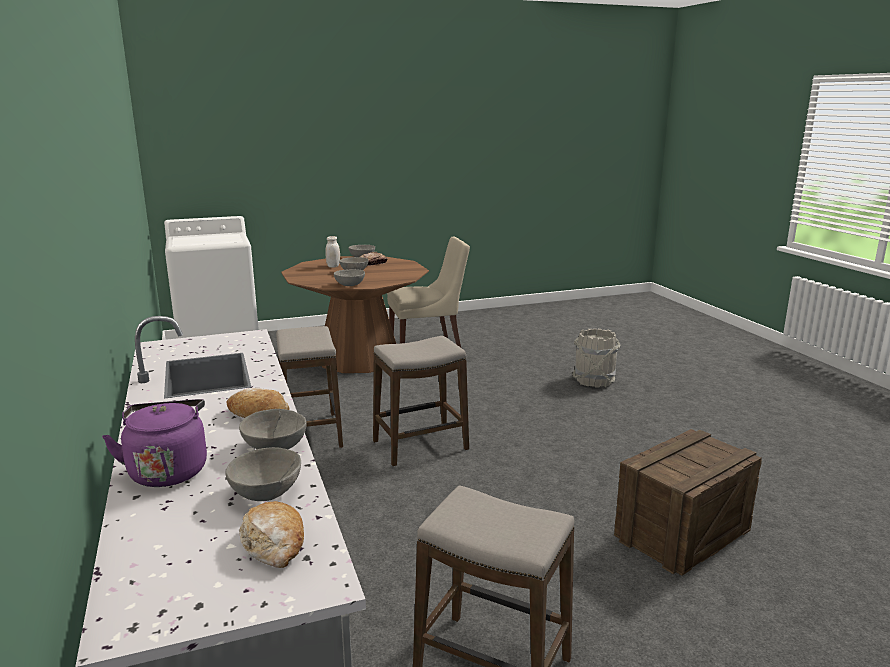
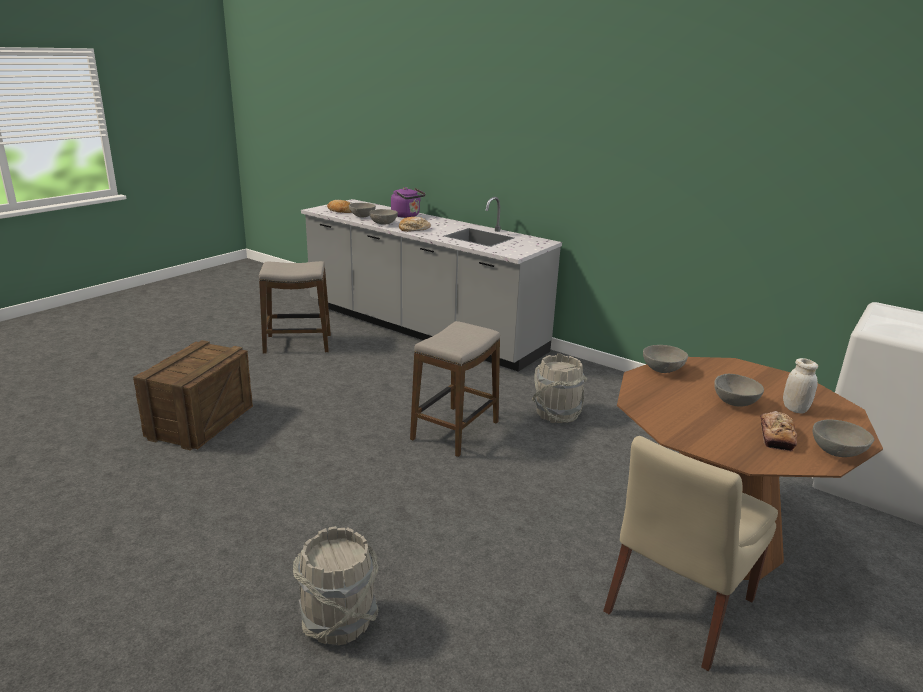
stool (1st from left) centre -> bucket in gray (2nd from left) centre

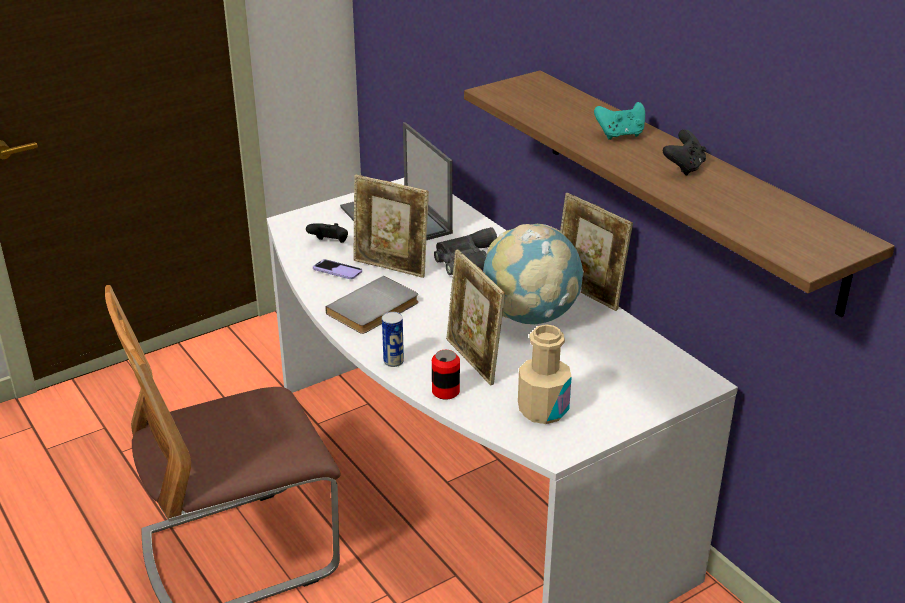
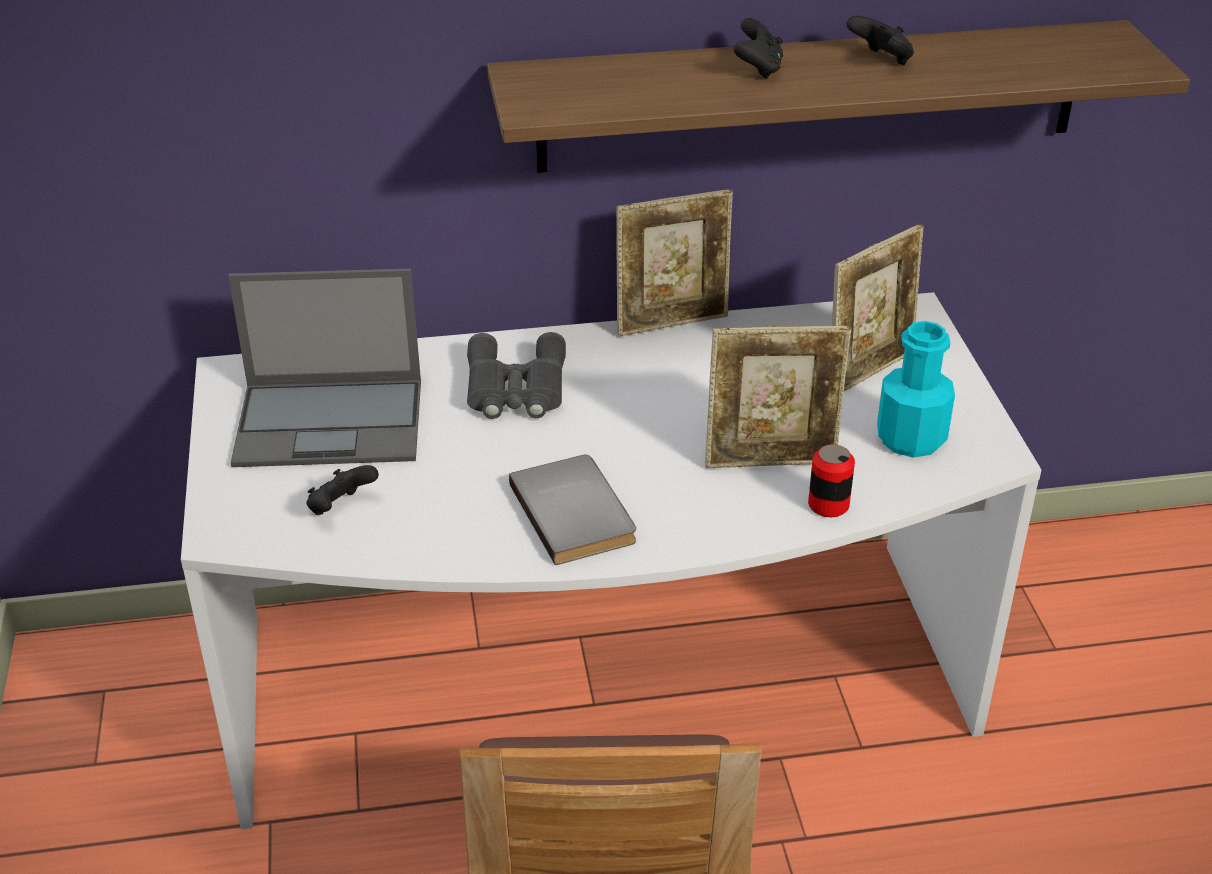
handset centre -> none
standing frame (1st from left in the first image) centre -> standing frame (3rd from left) middle right, move
metal can (1st from left) centre -> none
desk globe centre -> none
beverage bottle in beige-coloured centre -> beverage bottle in blue-green middle right
gamepad in blue-green top right -> gamepad in black-coloured (2nd from left) top centre

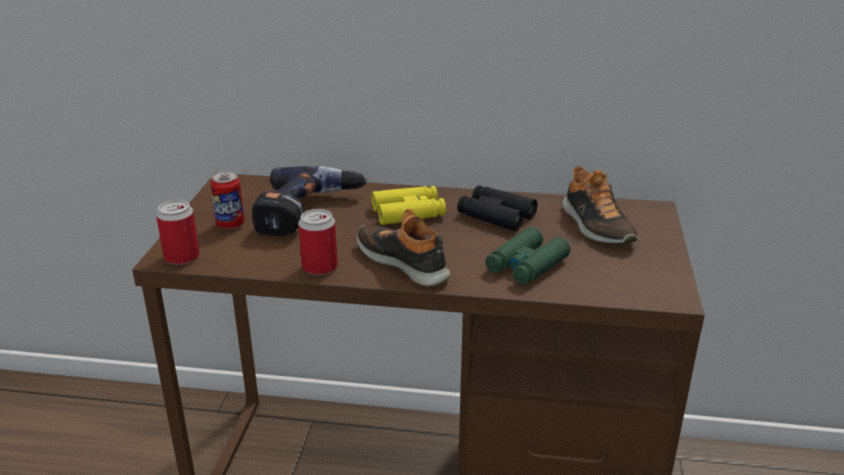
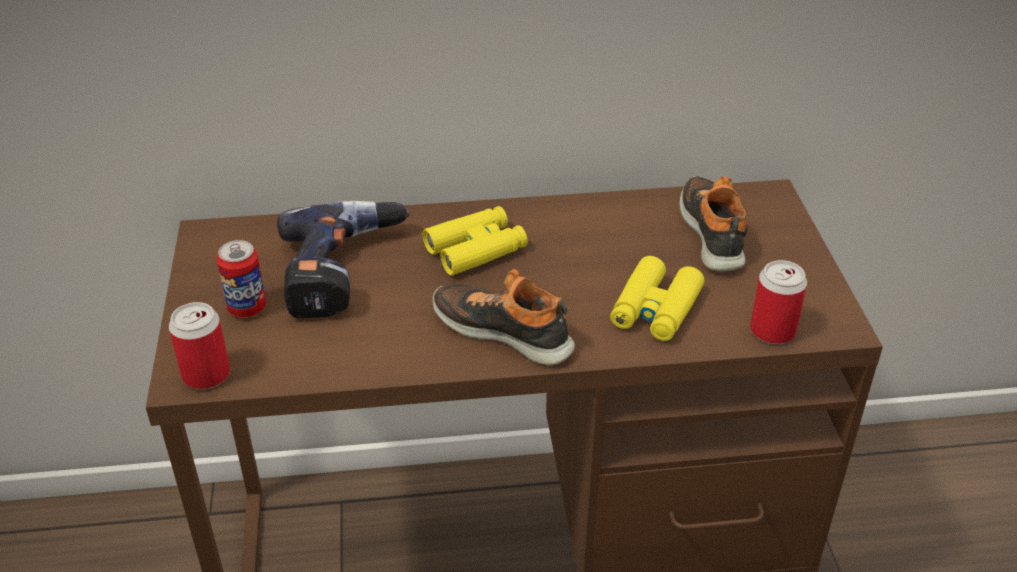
metal can (3rd from left) centre -> metal can (3rd from left) middle right, move
field glasses in black-coloured centre -> none
field glasses in green centre -> field glasses in yellow-coloured (2nd from left) centre
low shoe (2nd from left) middle right, 150 degrees counterclockwise

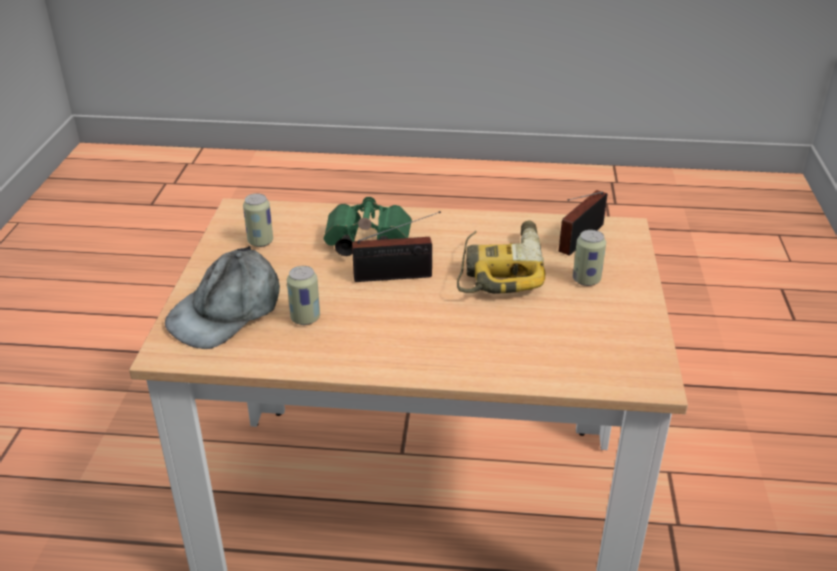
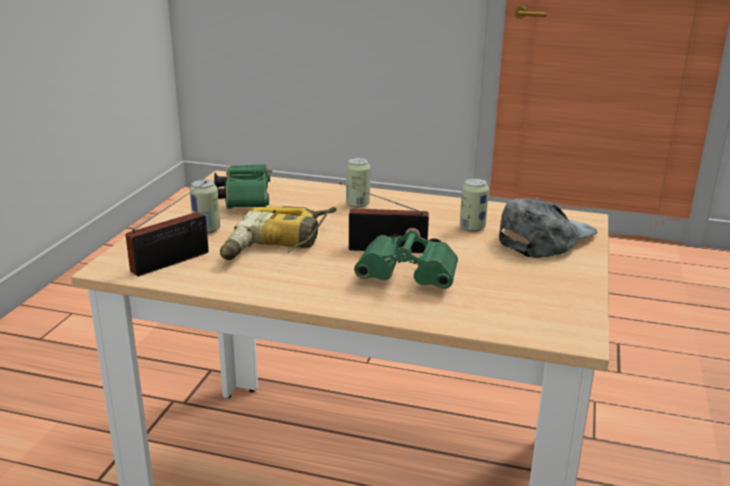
metal can (1st from left in the first image) middle left -> metal can (2nd from left) centre, move
none -> field glasses in green (1st from left) middle left

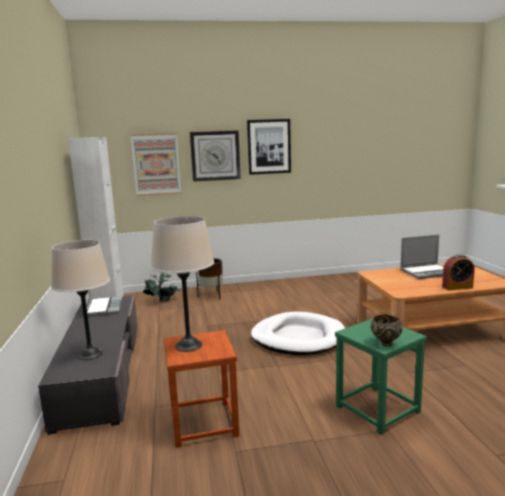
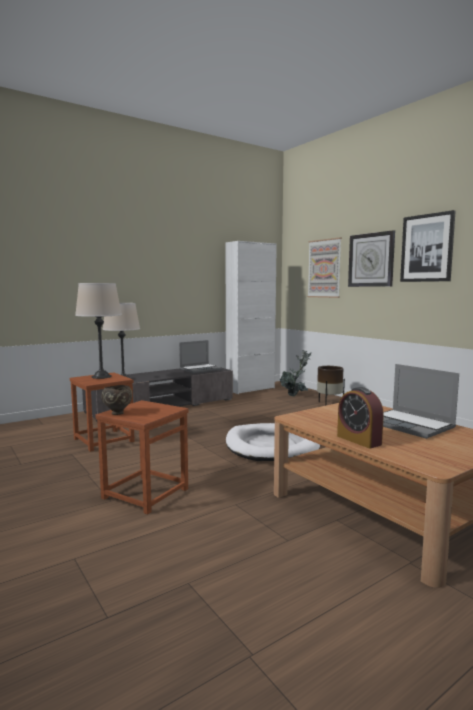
stool in green bottom right -> stool in brown-coloured (2nd from left) middle left

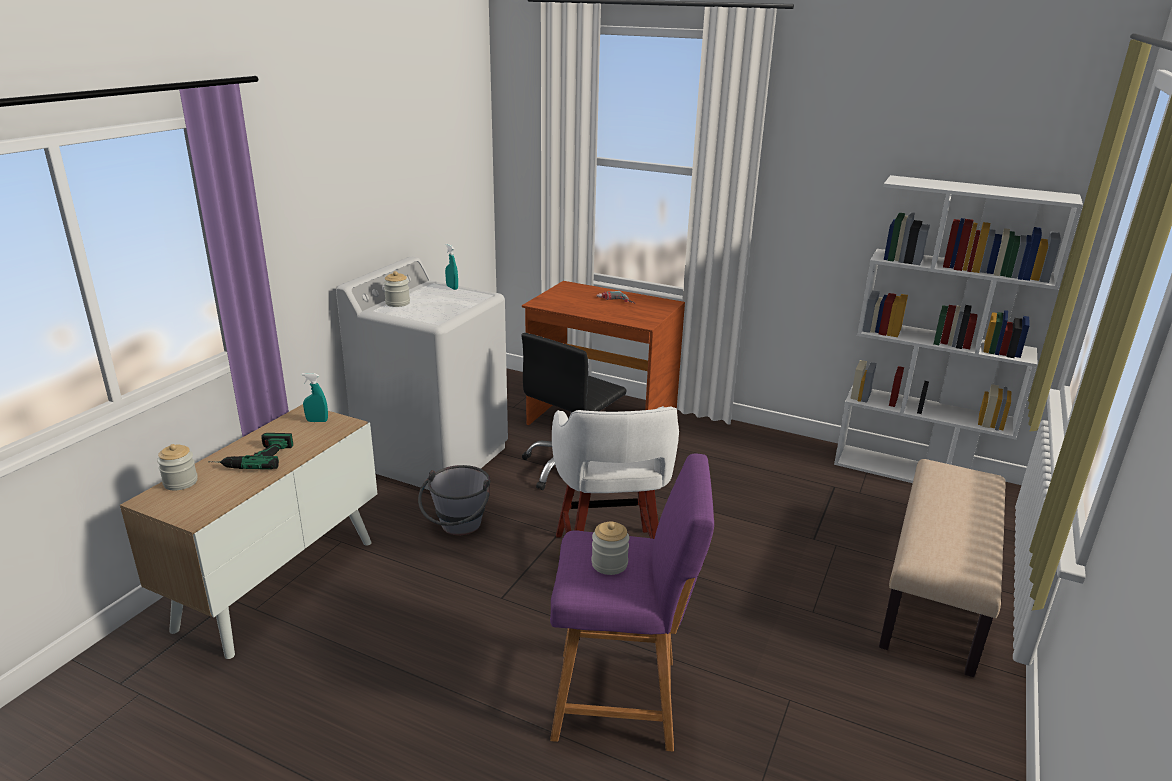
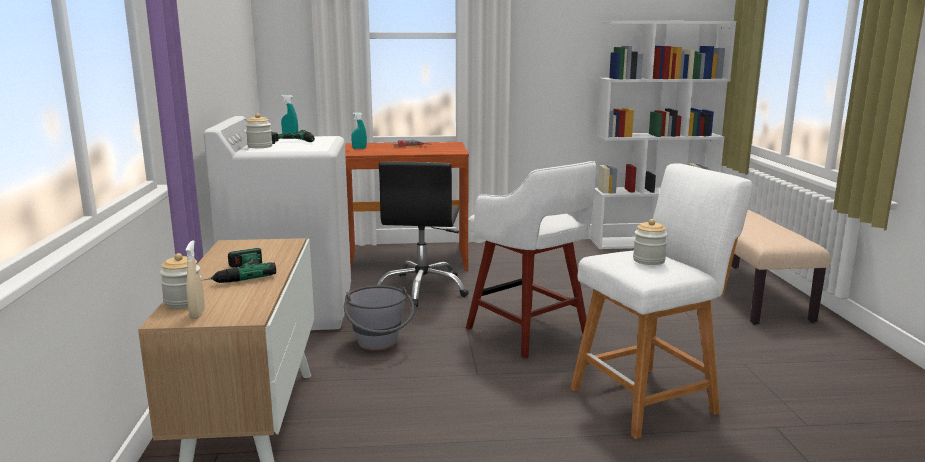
hand sprayer in blue-green (1st from left in the first image) middle left -> hand sprayer in blue-green (2nd from left) top centre, move
stool in purplish bottom centre -> stool in whitish (2nd from left) middle right
none -> hand sprayer in beige-coloured middle left
none -> electric drill (2nd from left) top left

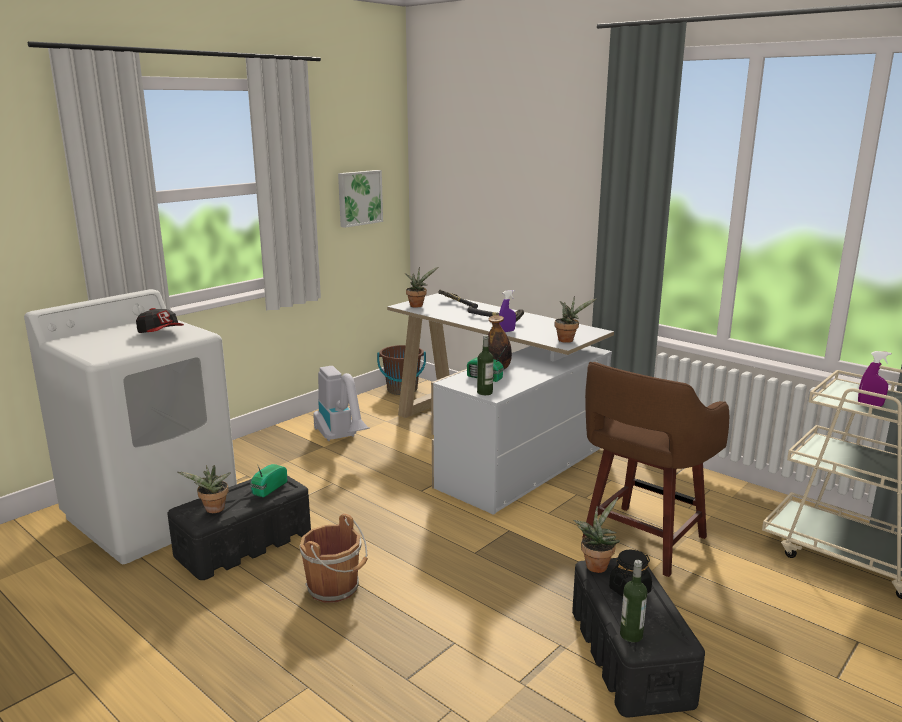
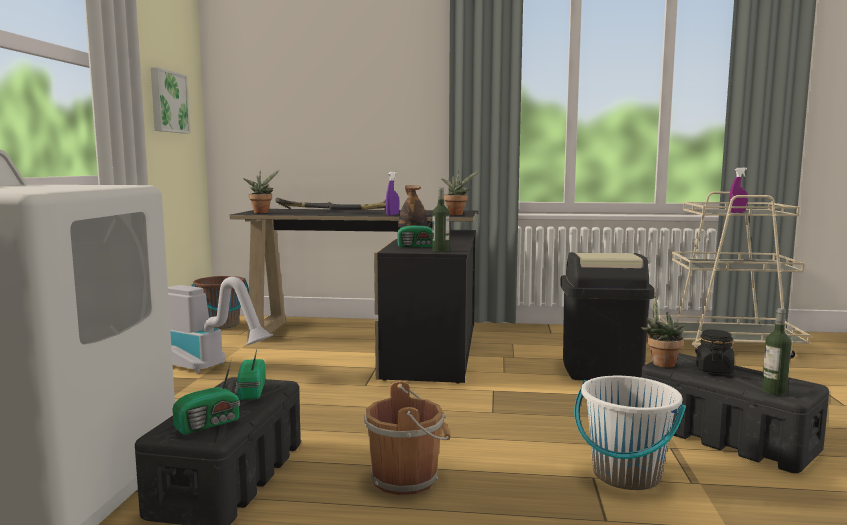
peaked cap middle left -> none
plant in a pot (1st from left) bottom left -> radio receiver (1st from left) bottom left
desk unit in whitish centre -> desk unit in black-coloured centre
stool in brown-coloured middle right -> rubbish bin in black-coloured middle right
none -> bucket in whitish bottom right

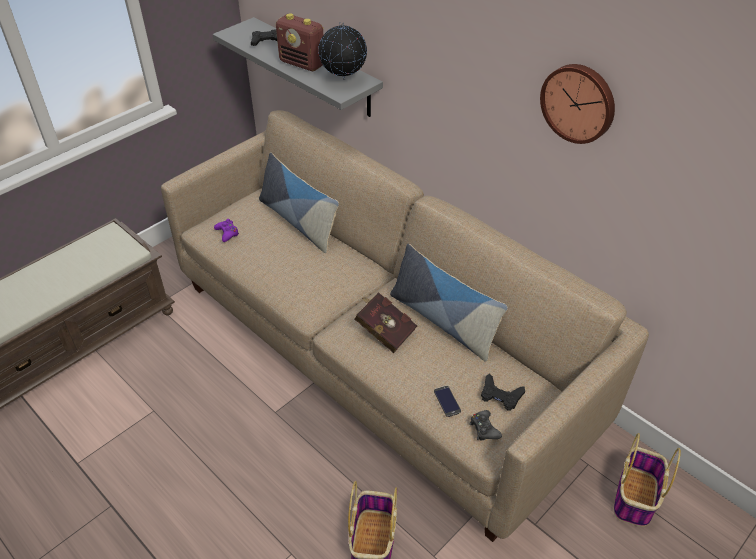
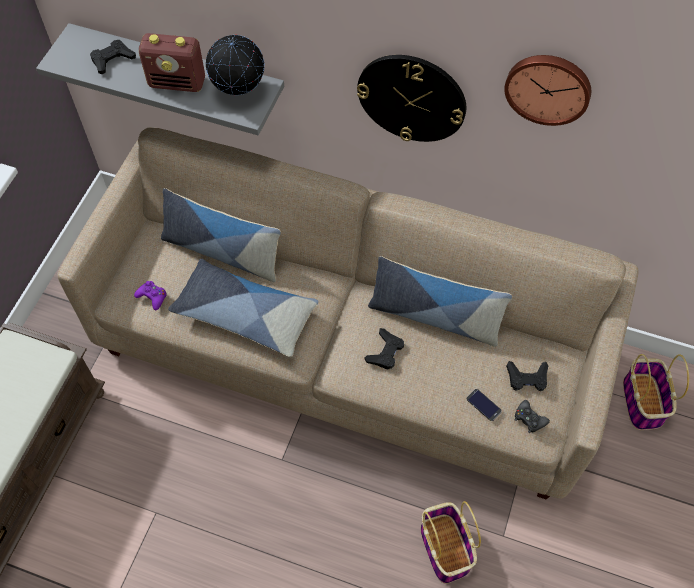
volume in red-coloured centre -> gamepad in black-coloured (2nd from left) centre
none -> pillow (2nd from left) centre
none -> wall clock (1st from left) top centre

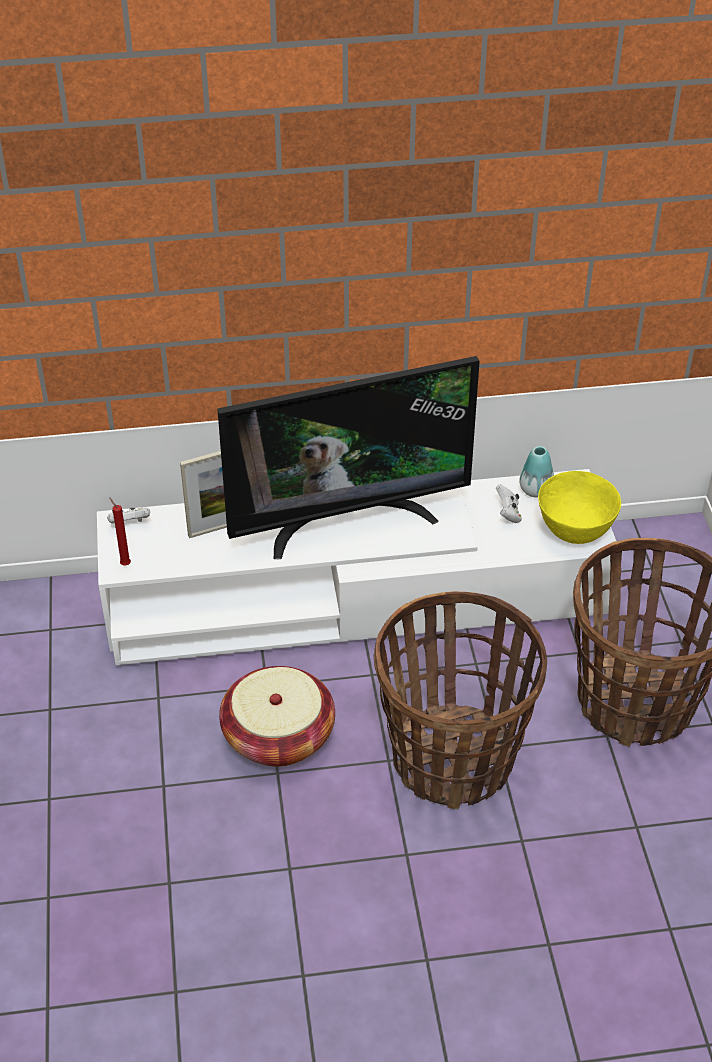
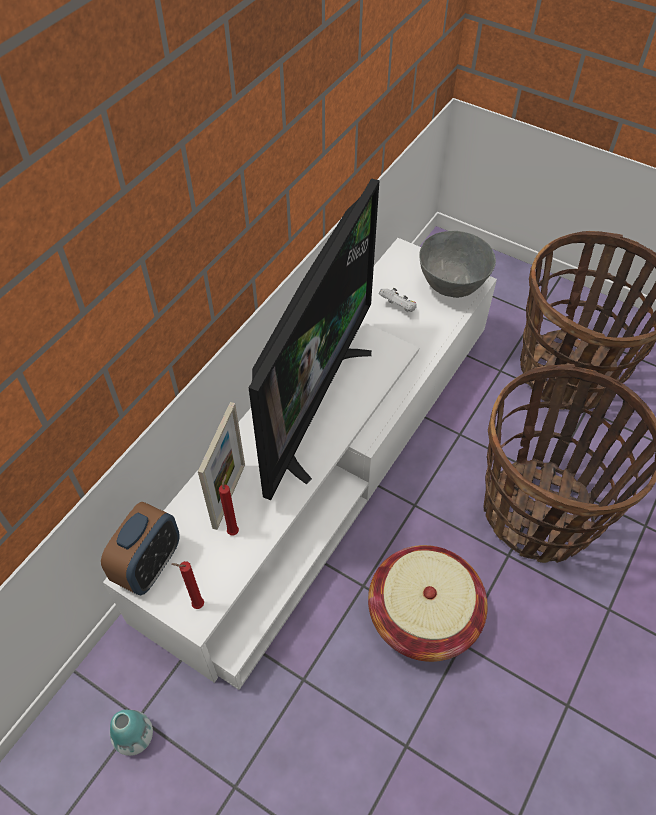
gamepad in whitish (1st from left) middle left -> bedside clock bottom left
flower vase middle right -> flower vase bottom left, move
deep dish in yellow-coloured middle right -> deep dish in gray top right
none -> candle in red-coloured (2nd from left) centre

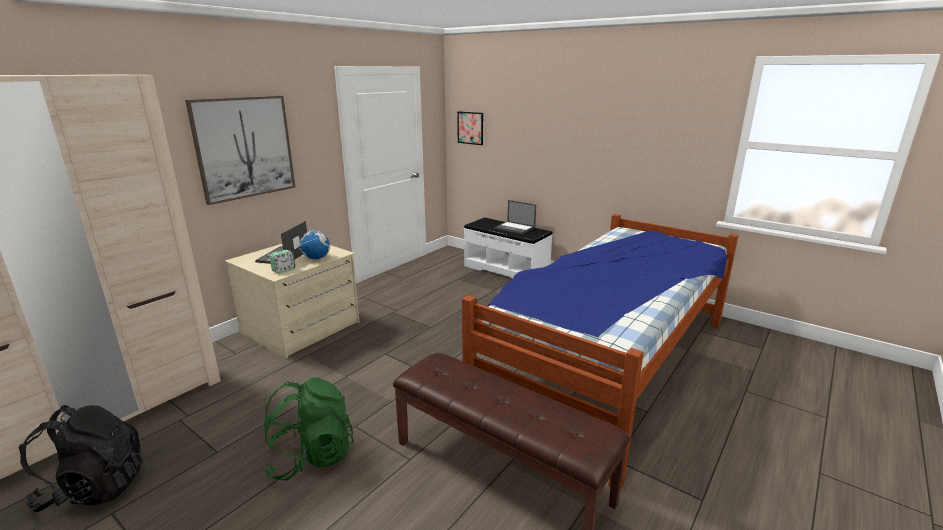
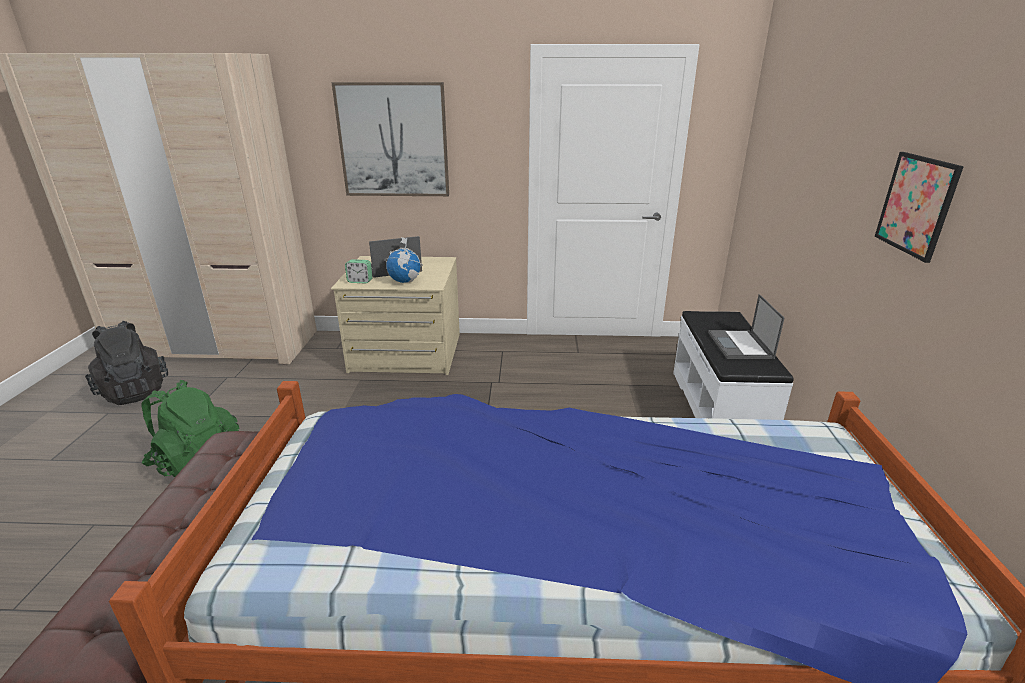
picture (2nd from left) top centre -> picture (2nd from left) top right, move

